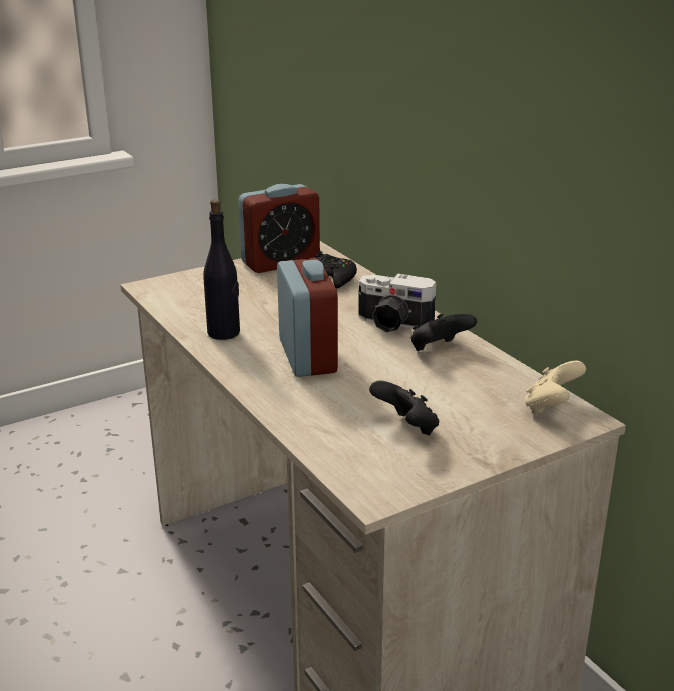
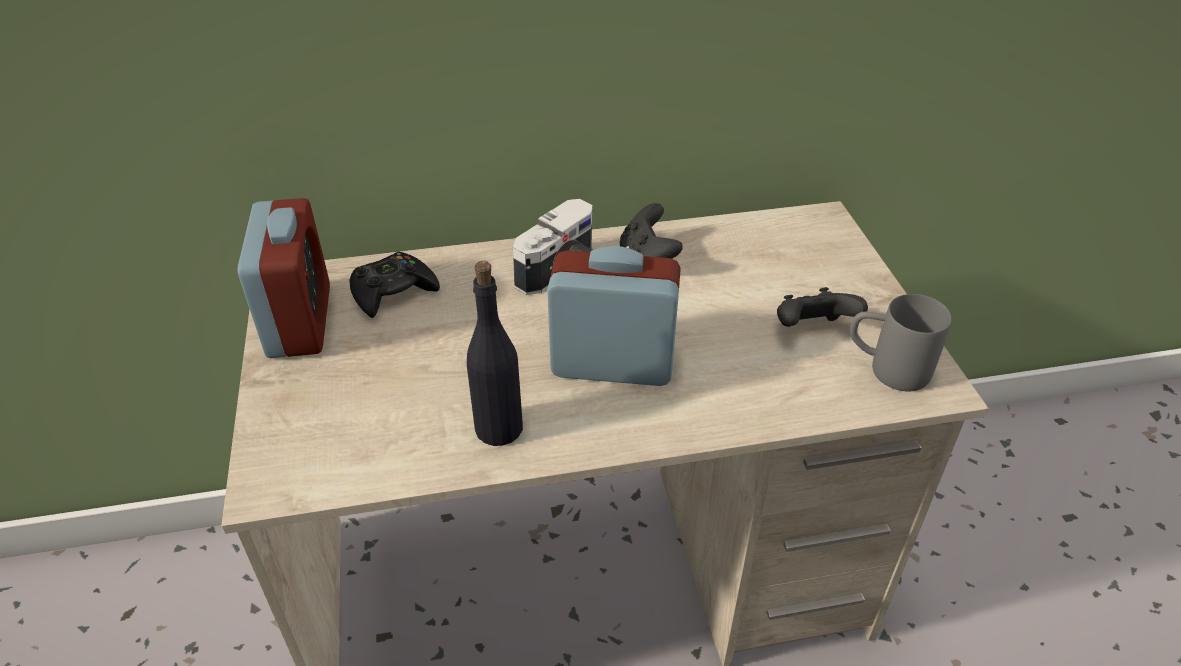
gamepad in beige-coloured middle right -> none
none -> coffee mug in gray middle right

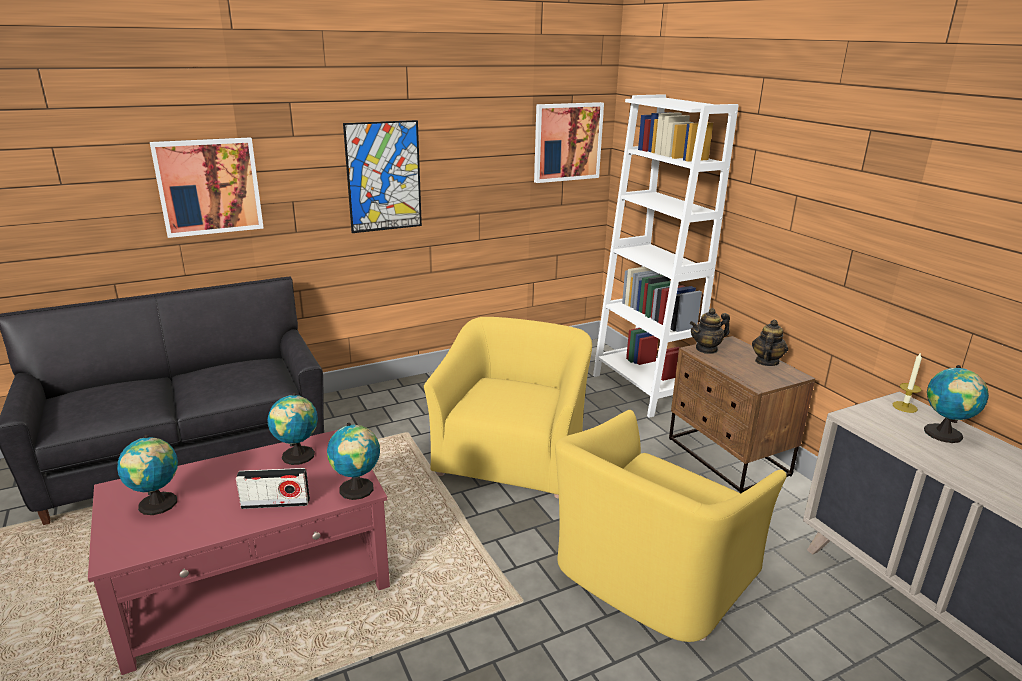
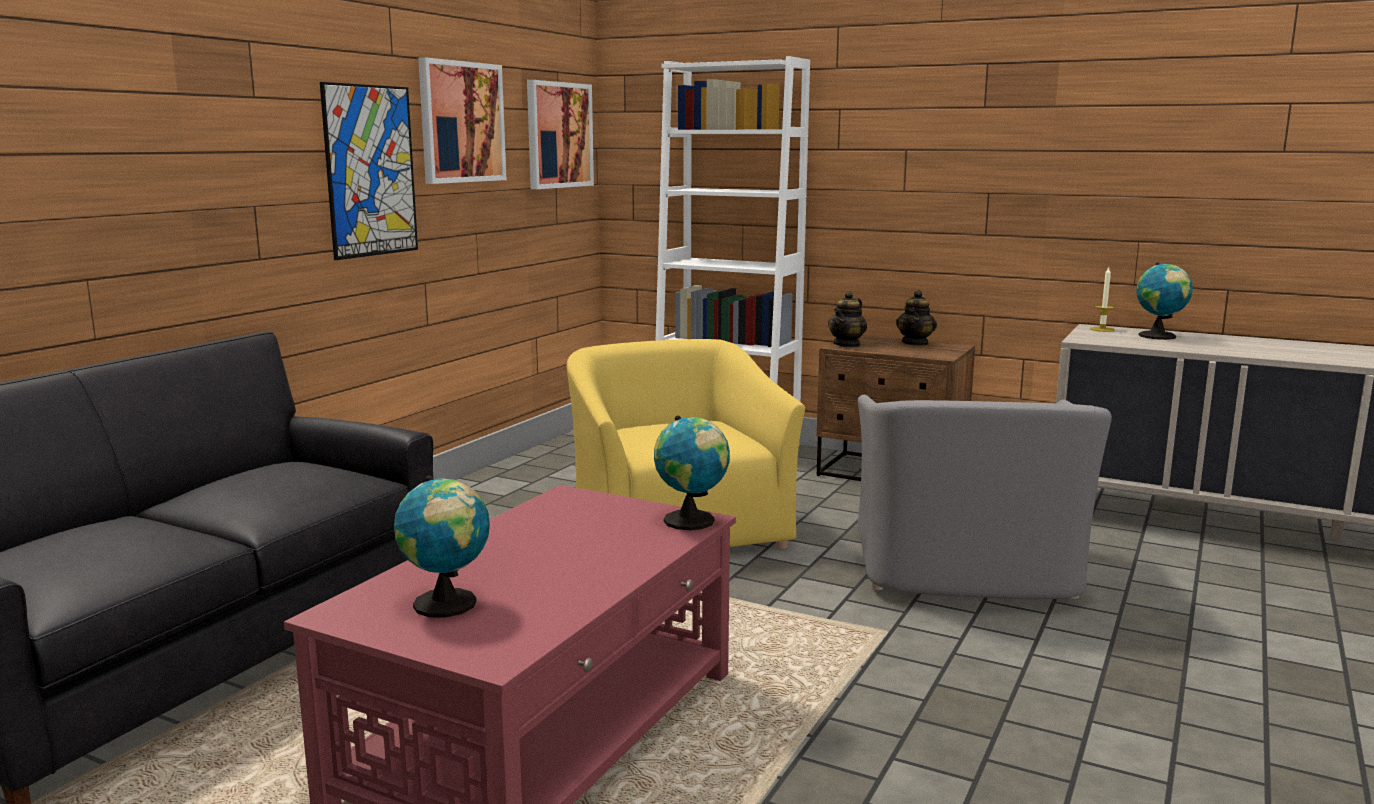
picture (1st from left in the first image) top left -> picture (2nd from left) top centre, move
radio receiver bottom left -> none
desk globe (2nd from left) middle left -> none
armchair in yellow-coloured (2nd from left) bottom centre -> armchair in gray middle right
teapot (2nd from left) middle right, 150 degrees counterclockwise

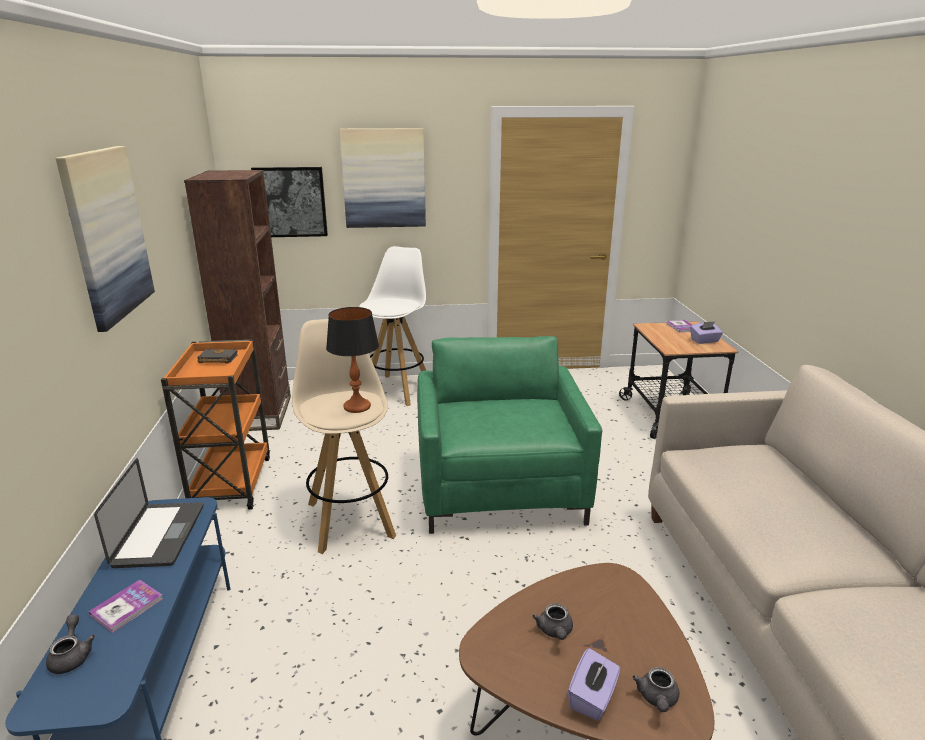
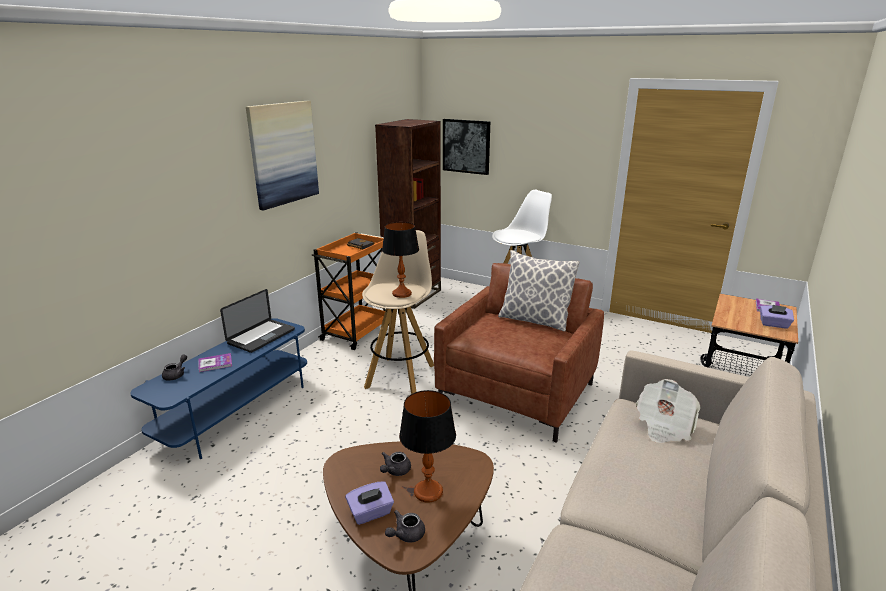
picture (3rd from left) top centre -> none
armchair in green centre -> armchair in brown-coloured centre
none -> tabletop lamp (2nd from left) bottom centre
none -> pillow centre
none -> newspaper bottom right

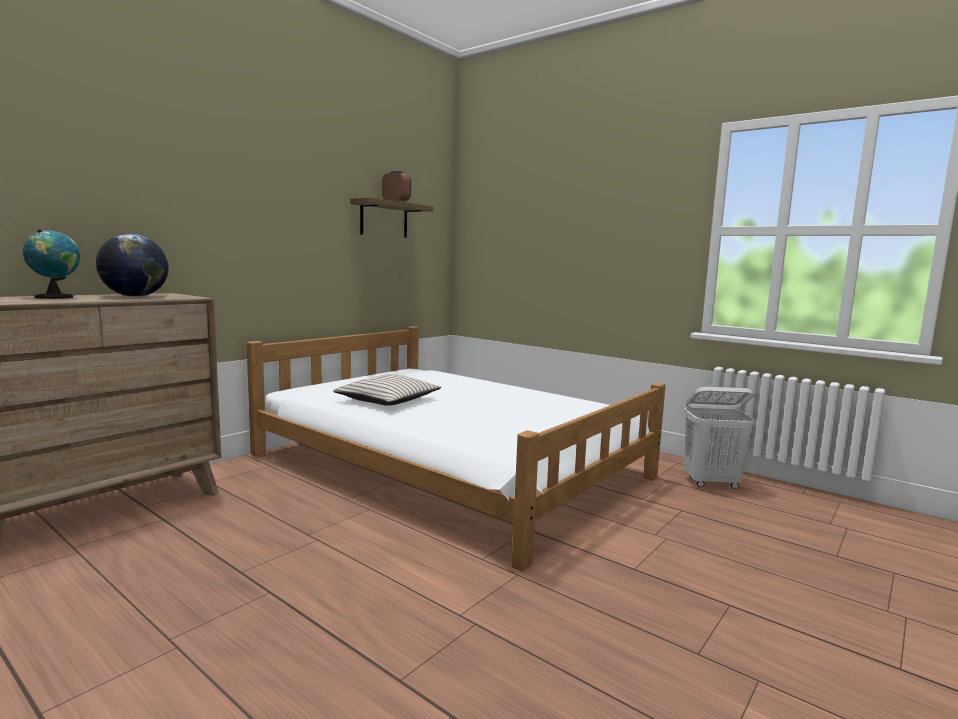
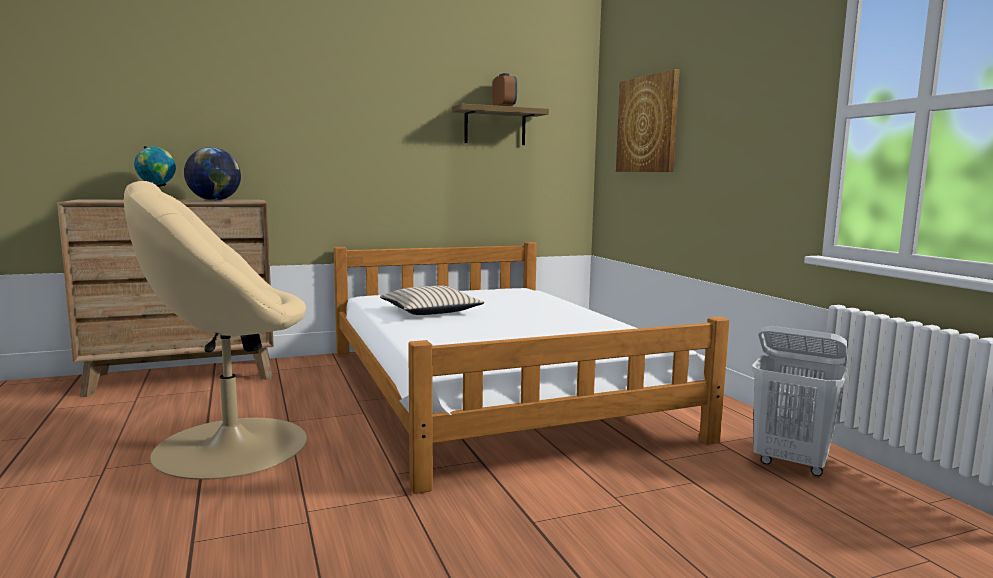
none -> armchair in beige-coloured middle left
none -> picture top centre

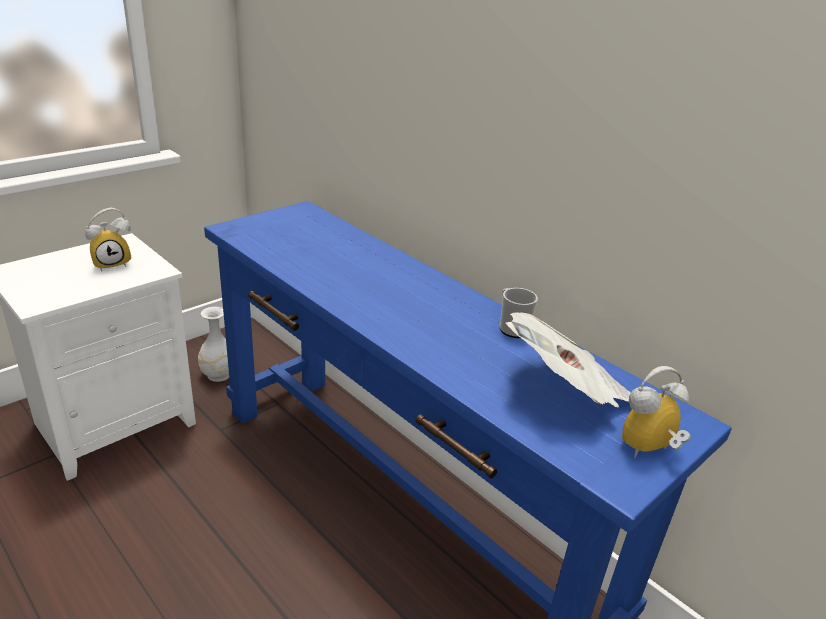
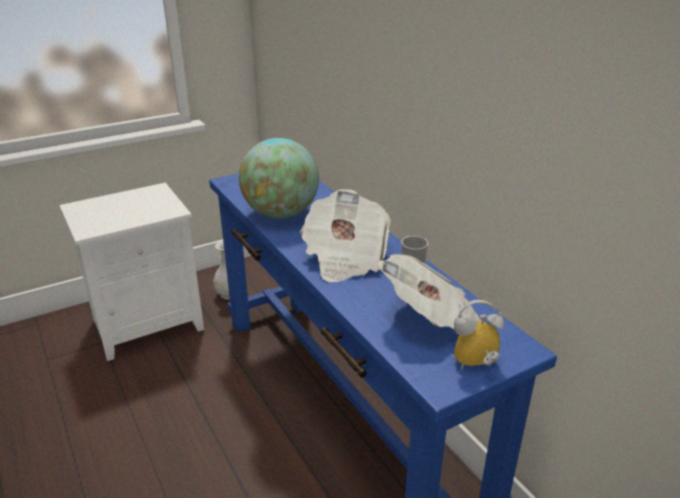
bedside clock (1st from left) middle left -> none
none -> desk globe centre
none -> newspaper (1st from left) centre

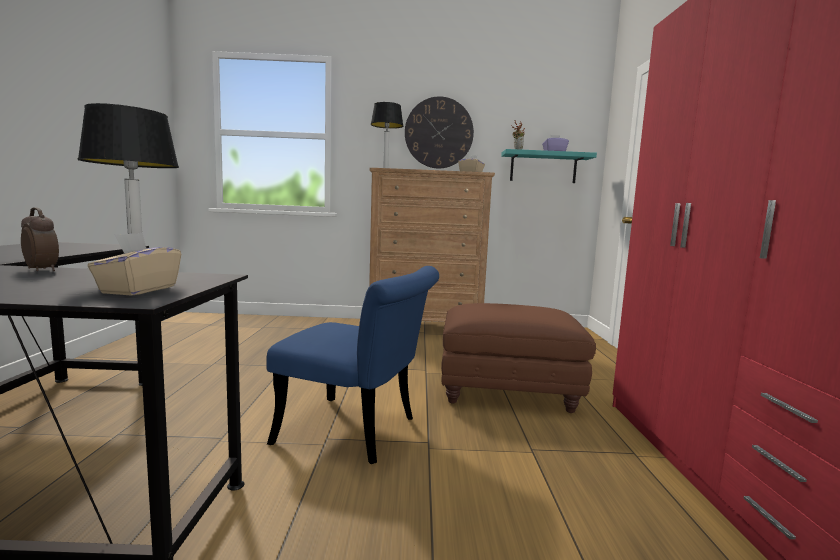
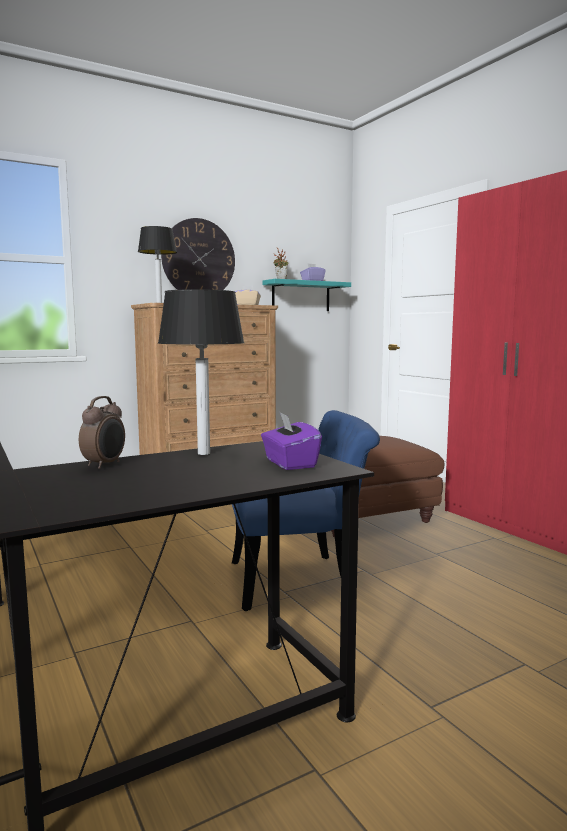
bedside clock middle left, 105 degrees clockwise
tissue holder in beige-coloured (1st from left) middle left -> tissue holder in purplish (1st from left) centre

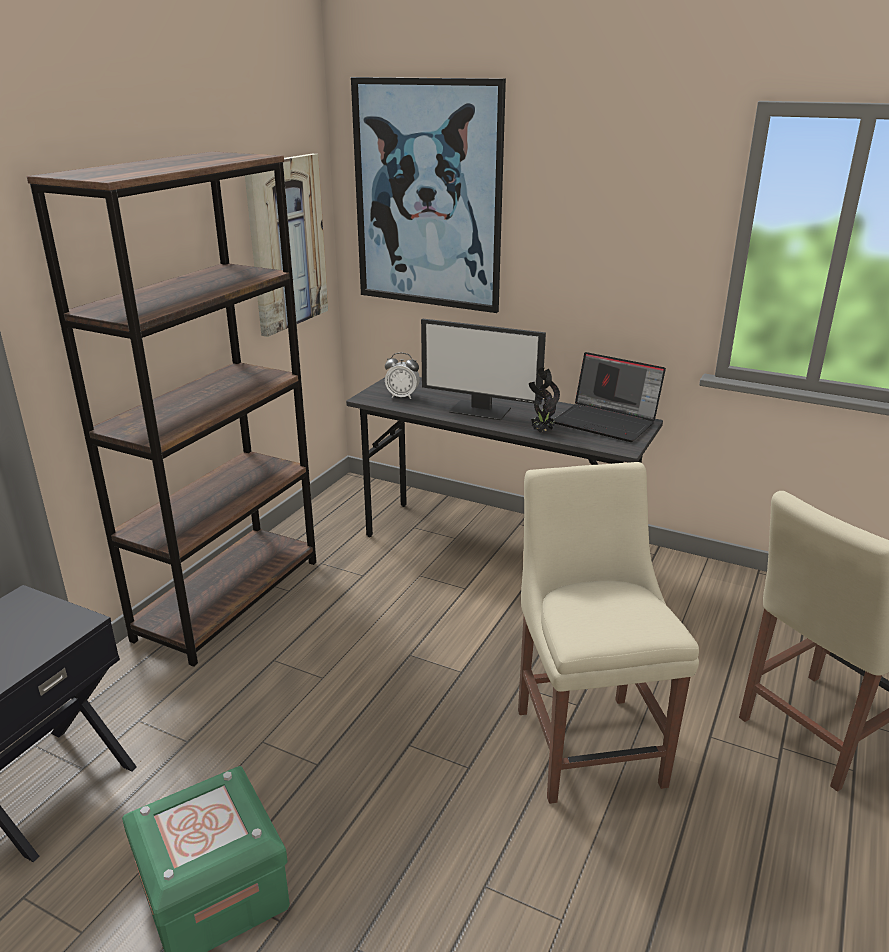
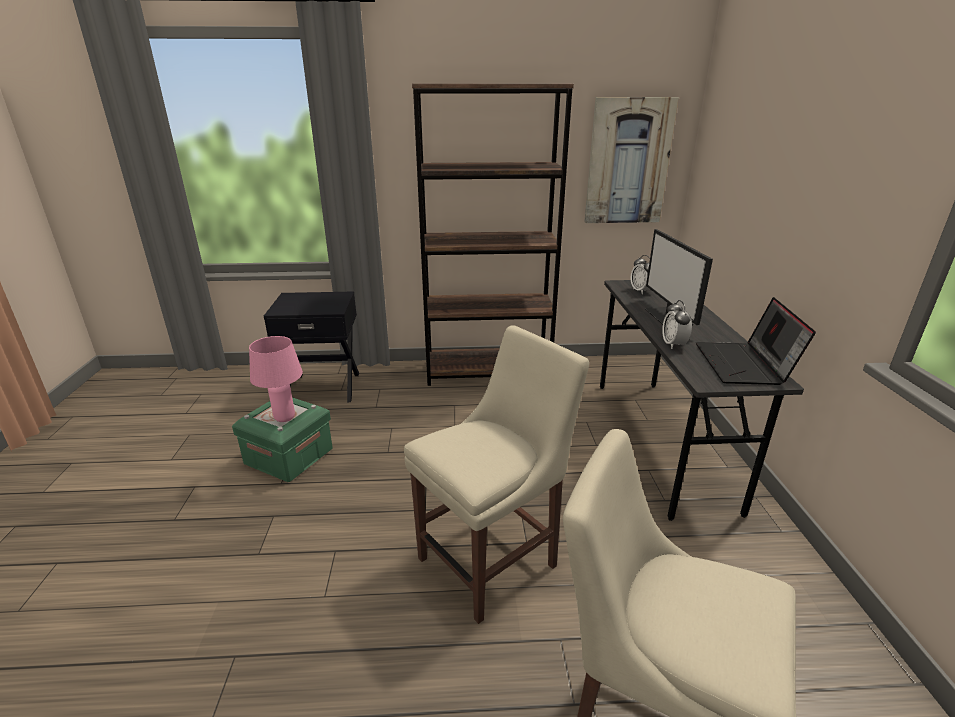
picture (2nd from left) top centre -> none
plant in a pot centre -> bedside clock (2nd from left) middle right
none -> tabletop lamp in pink middle left

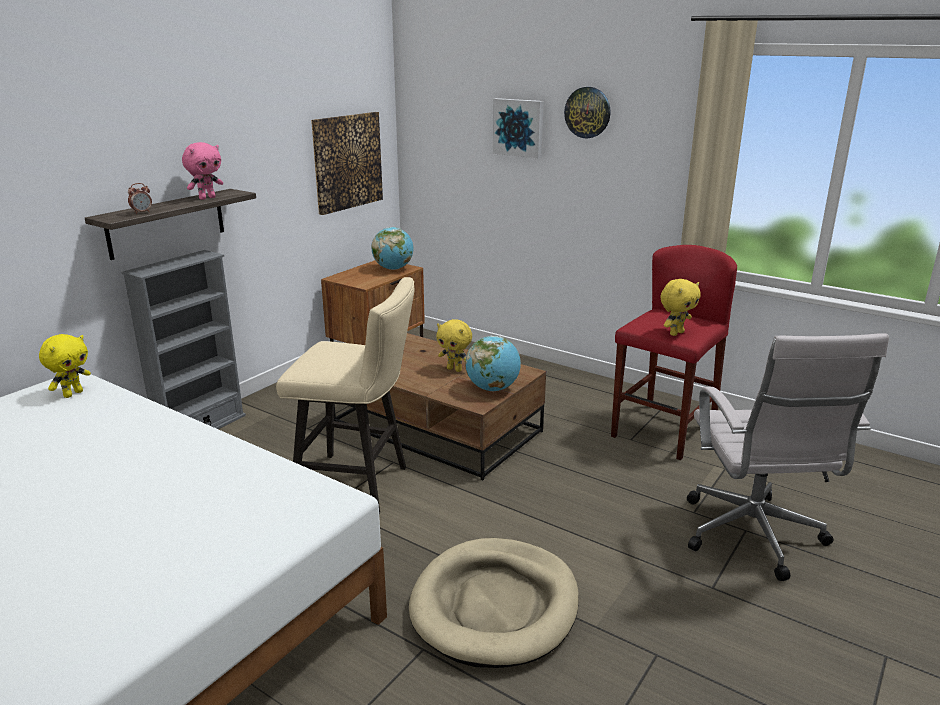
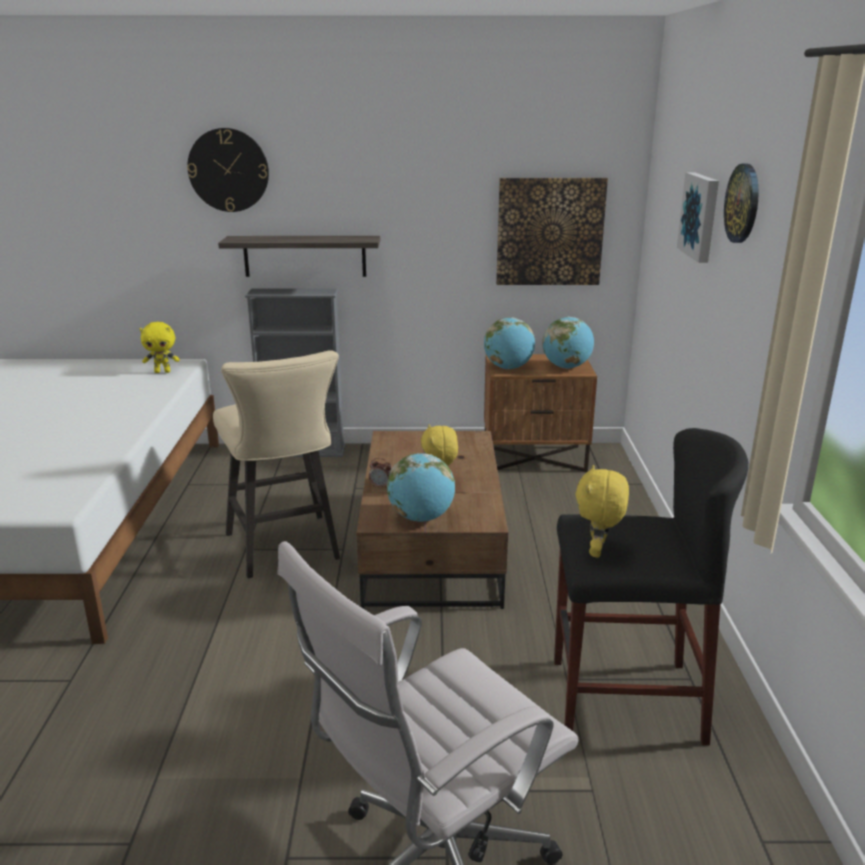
bedside clock top left -> bedside clock centre, move
plush toy in pink top left -> none
dog bed in beige-coloured bottom centre -> none
stool in red-coloured middle right -> stool in black-coloured bottom right
plush toy in yellow-coloured (3rd from left) middle right, 90 degrees clockwise
none -> wall clock (1st from left) top left
none -> desk globe (2nd from left) centre

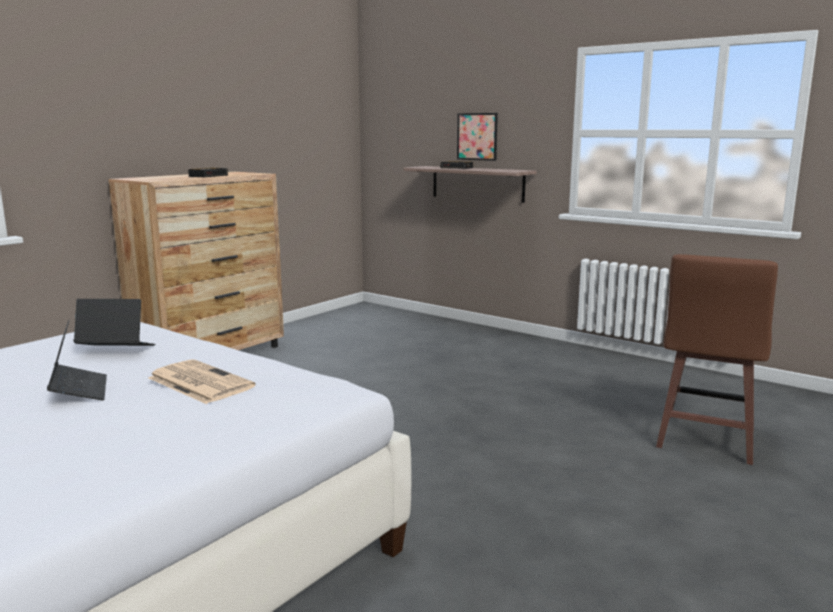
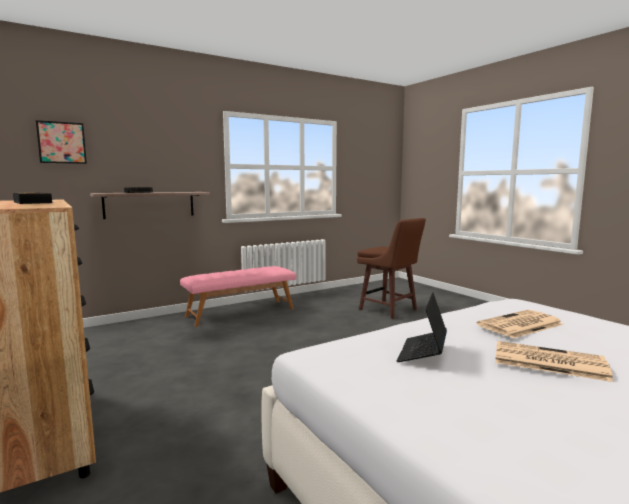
portable computer (1st from left) middle left -> newspaper (2nd from left) bottom right
picture top centre -> picture top left, move
none -> long seat in pink centre

